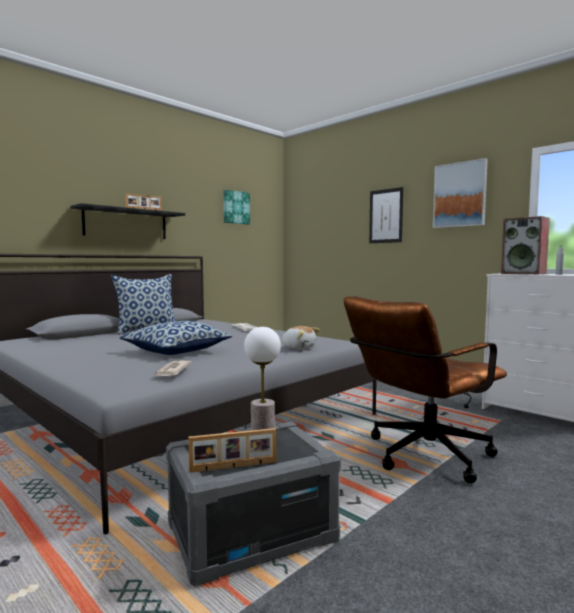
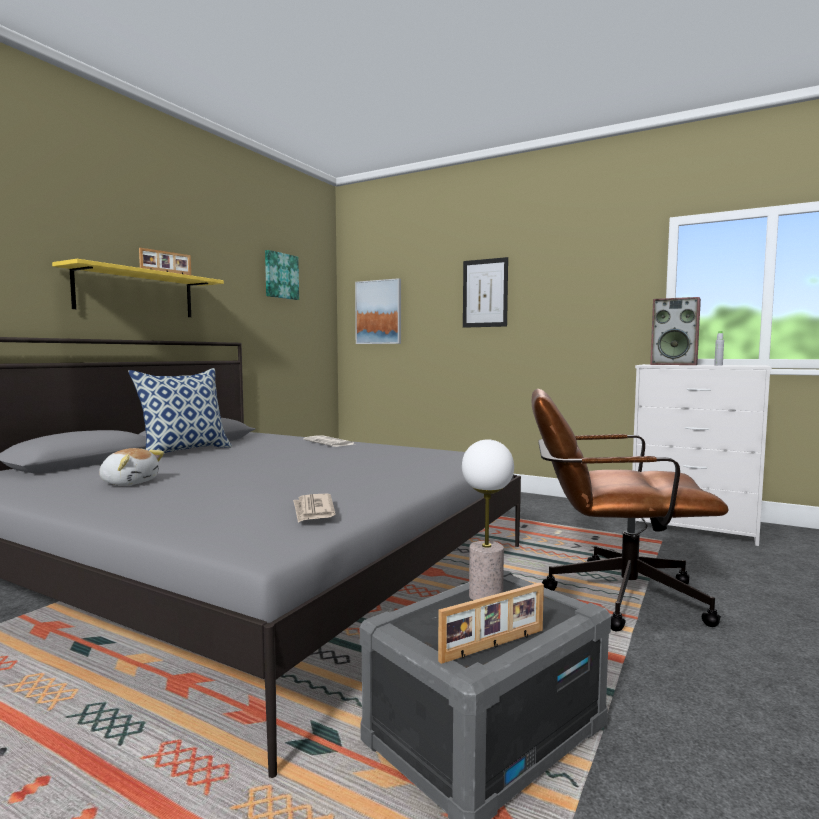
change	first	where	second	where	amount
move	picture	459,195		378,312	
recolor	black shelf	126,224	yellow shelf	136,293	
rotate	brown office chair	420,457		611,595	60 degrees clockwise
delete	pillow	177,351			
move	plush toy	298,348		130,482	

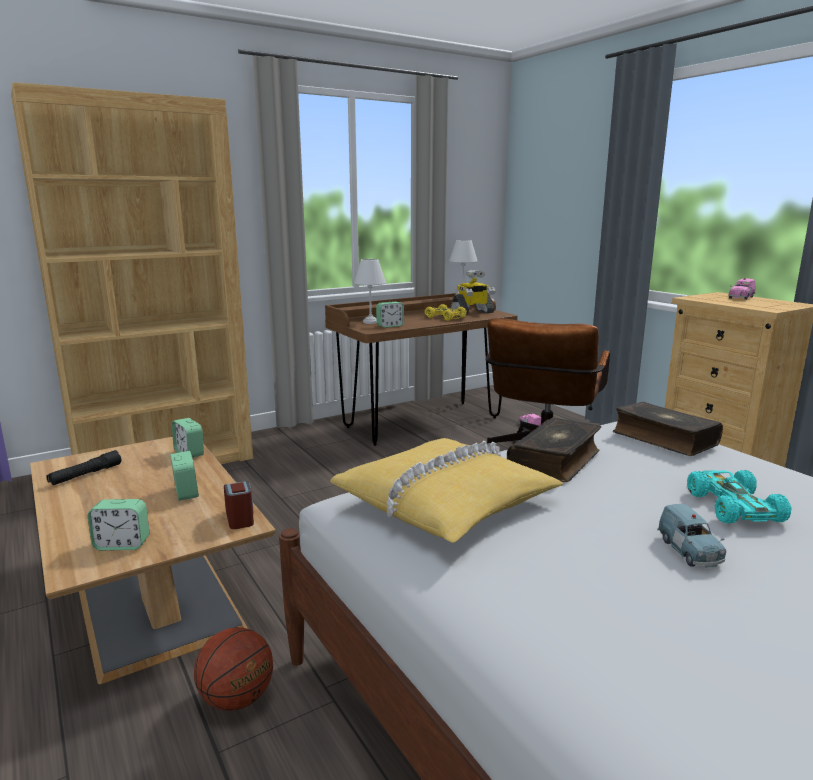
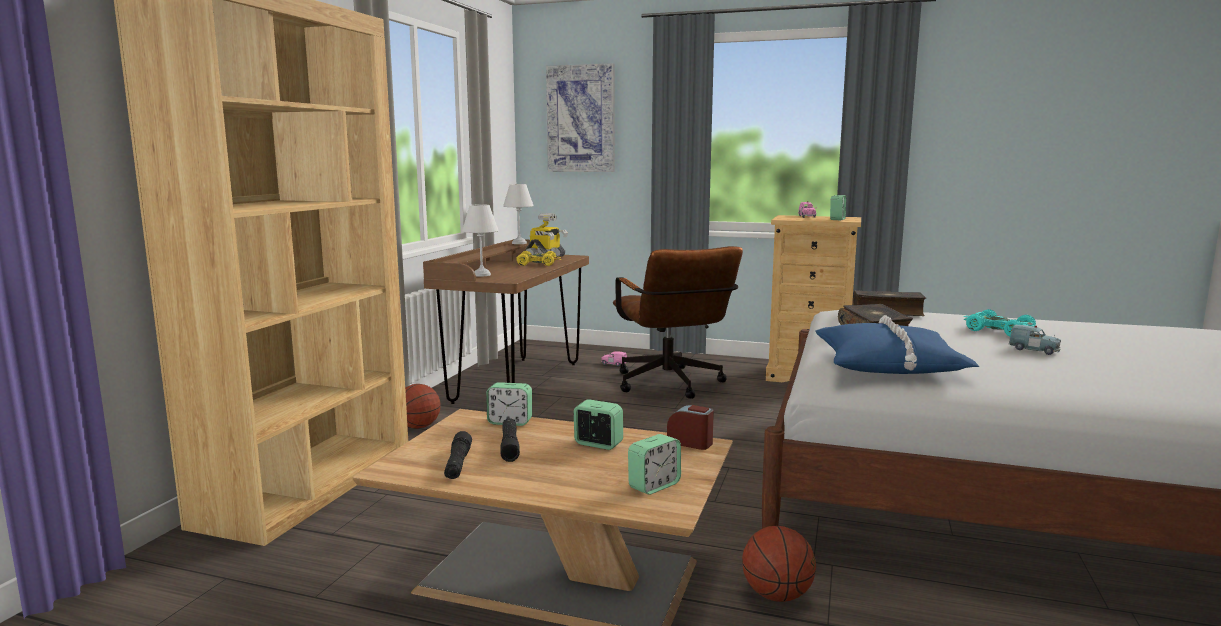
change	first	where	second	where	amount
move	alarm clock	390,326		837,219	
recolor	yellow pillow	445,503	blue pillow	888,364	
insert			picture	581,119	
insert			basketball	419,427	
insert			black flashlight	509,446	

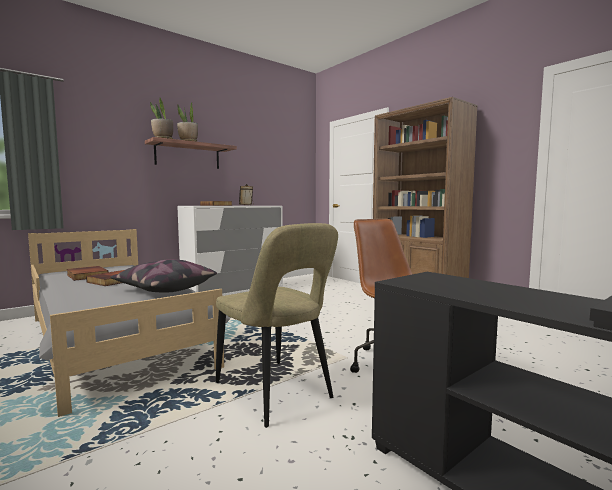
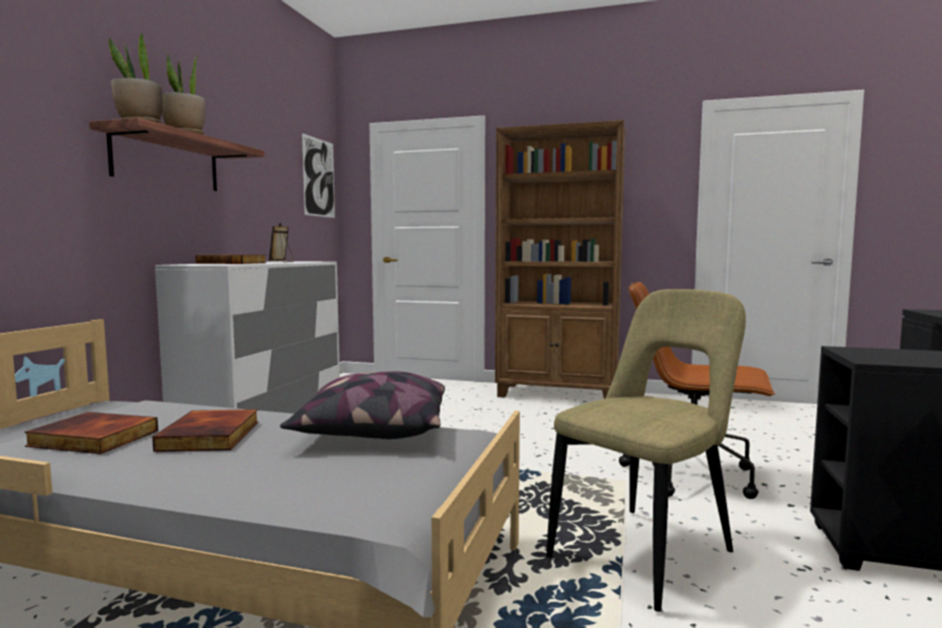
change	first	where	second	where	amount
rotate	beige chair	276,393		647,551	60 degrees counterclockwise
insert			picture	319,177	

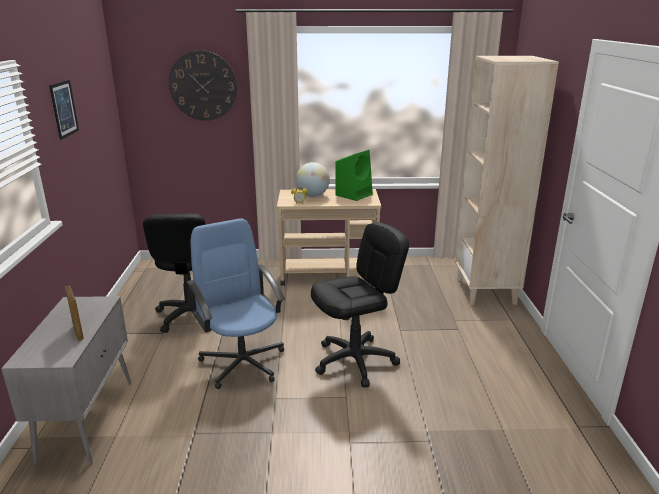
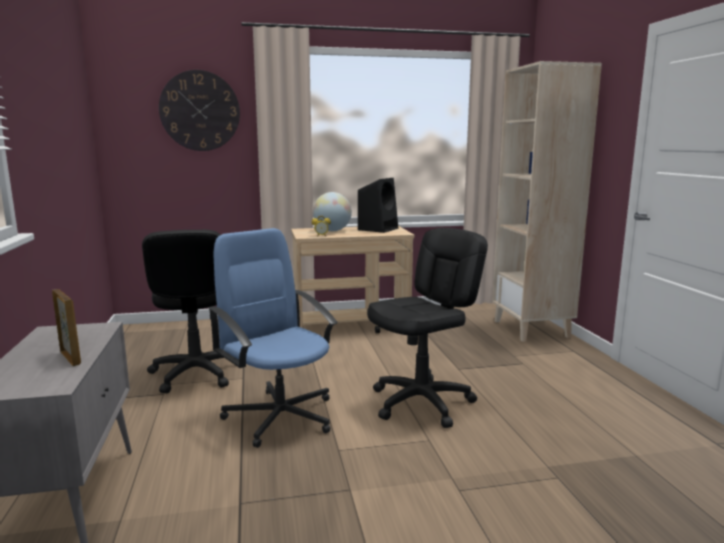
change	first	where	second	where	amount
delete	picture	64,109			
recolor	green speaker	354,194	black speaker	378,229	

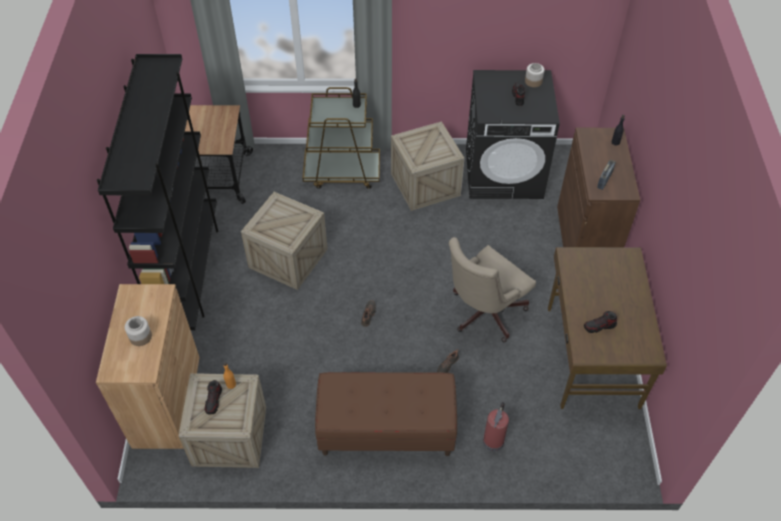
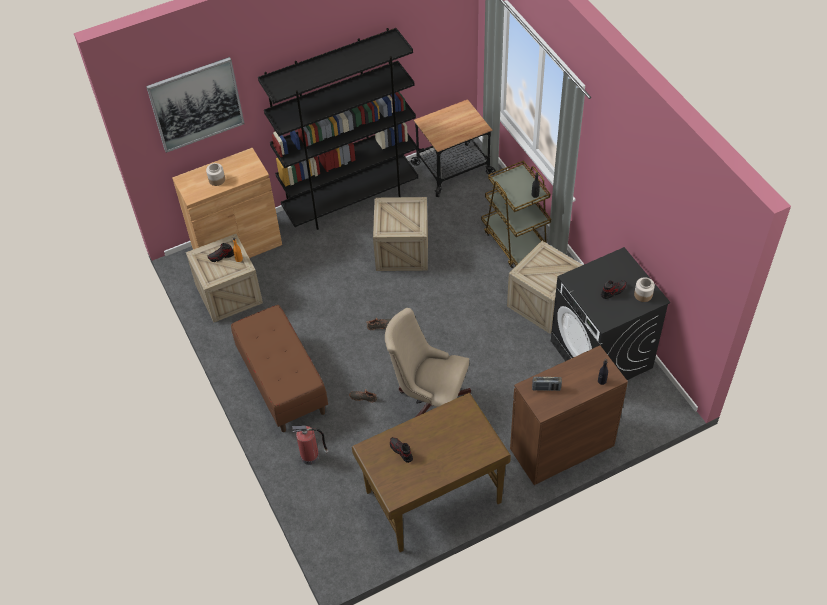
change	first	where	second	where	amount
insert			picture	196,104	

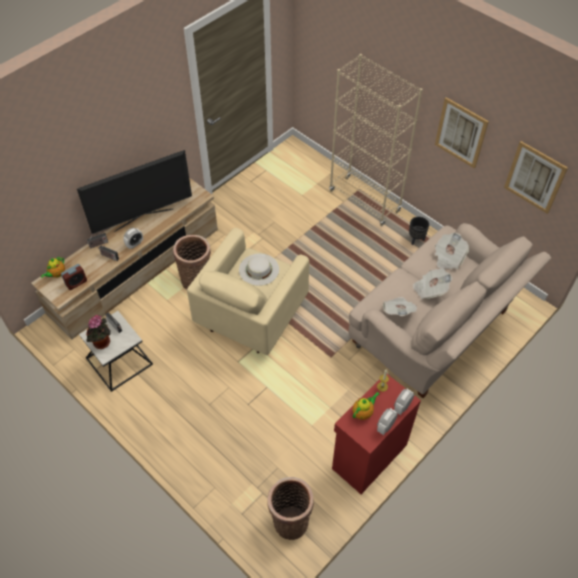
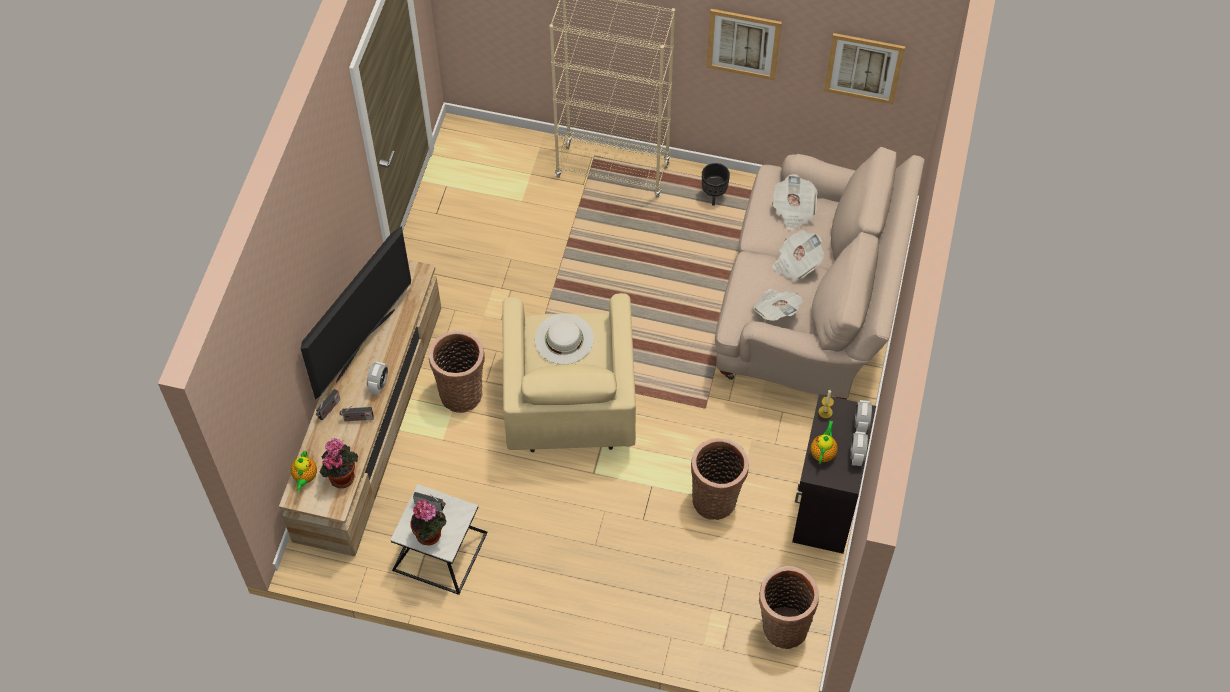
change	first	where	second	where	amount
replace	alarm clock	76,283	potted plant	341,475	
recolor	red cabinet	368,456	black cabinet	824,505	
insert			basket	716,497	

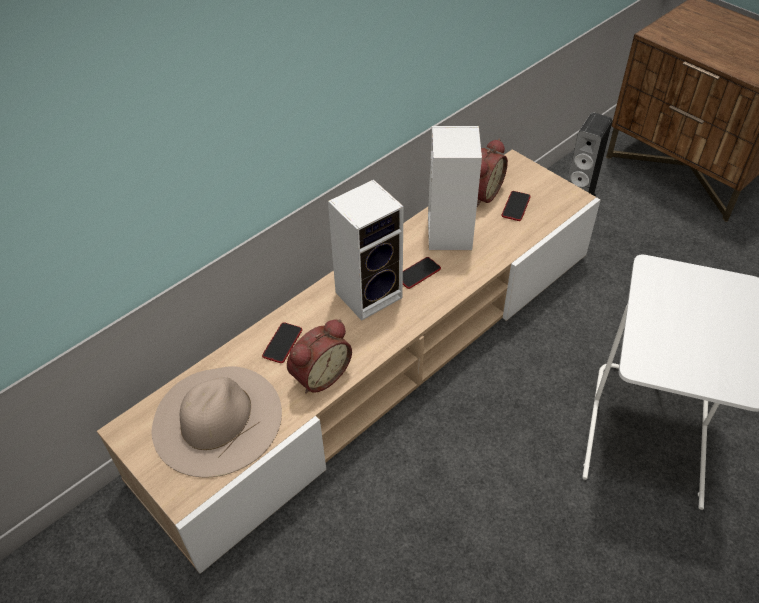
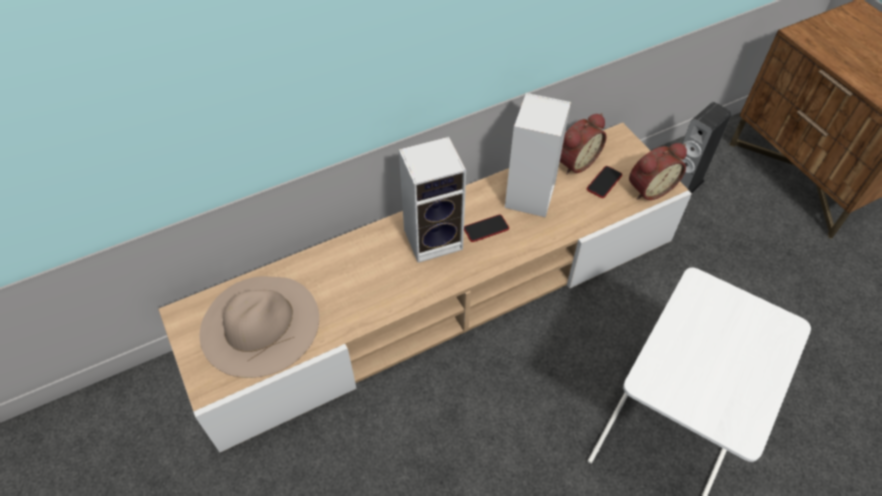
change	first	where	second	where	amount
move	alarm clock	319,374		649,188	
delete	phone	282,343			

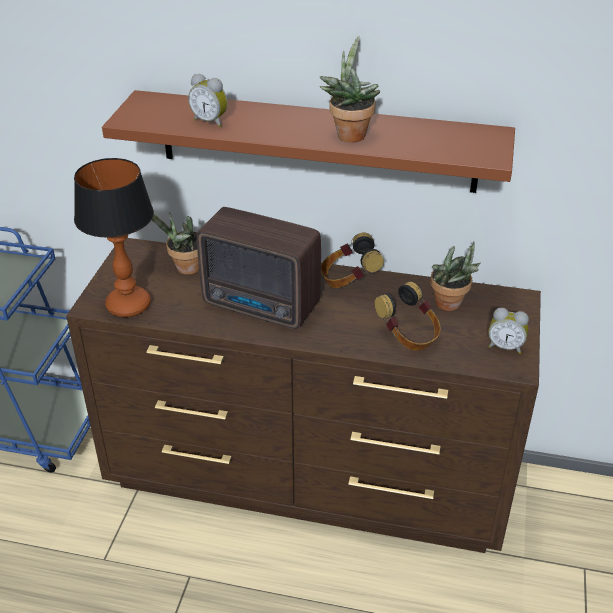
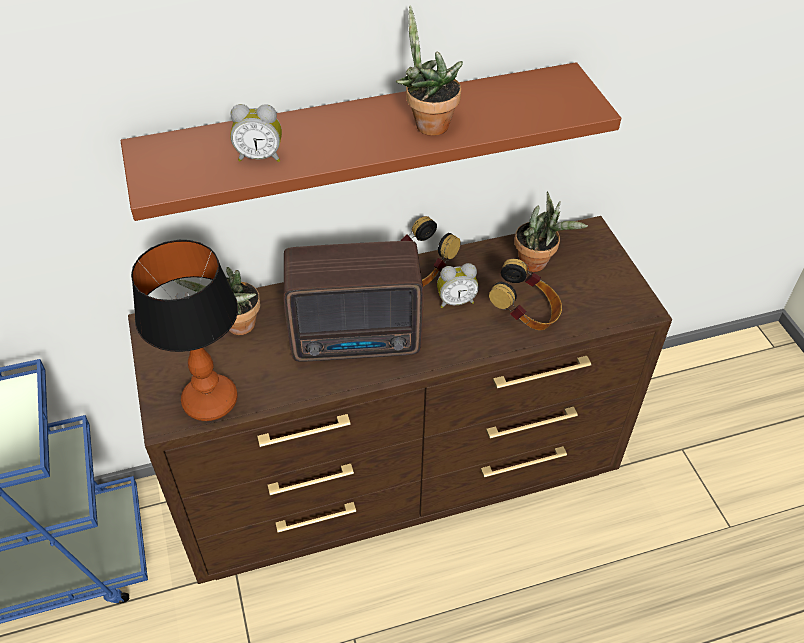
change	first	where	second	where	amount
move	alarm clock	505,347		455,301	

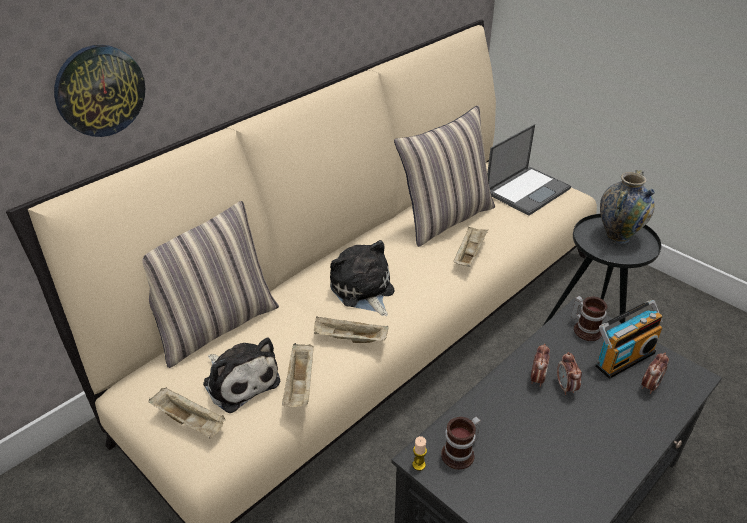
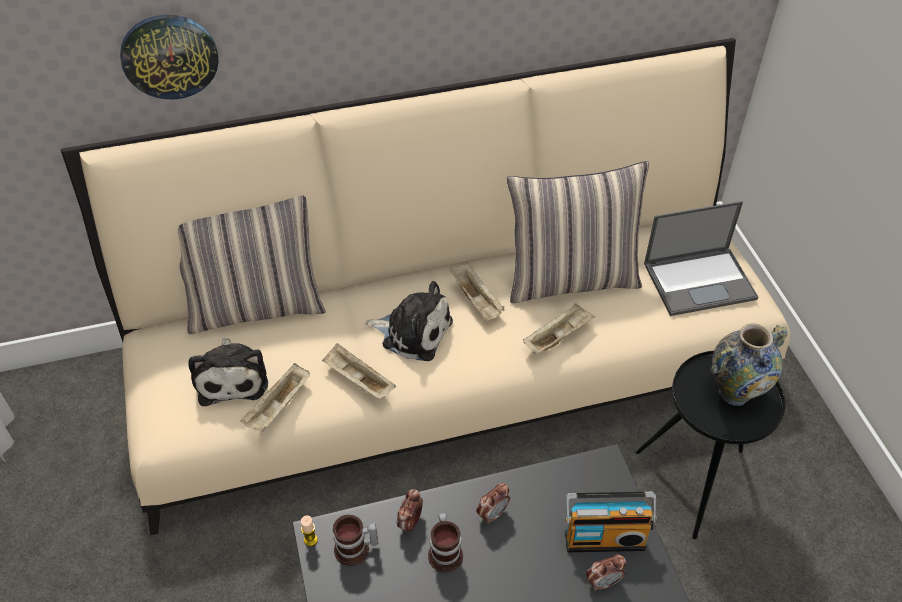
change	first	where	second	where	amount
rotate	plush toy	363,290		413,331	105 degrees clockwise
move	mug	586,329		446,552	
move	alarm clock	566,387		410,522	
move	beige tray	190,421		477,300	

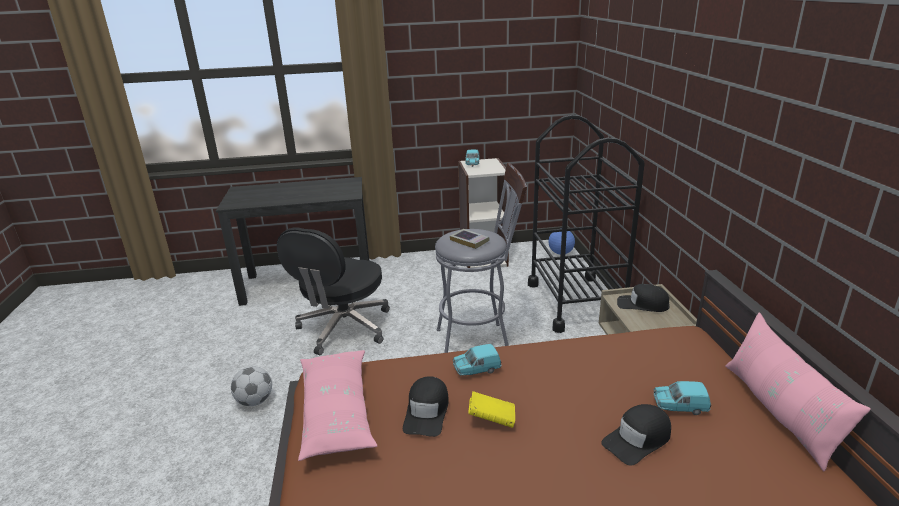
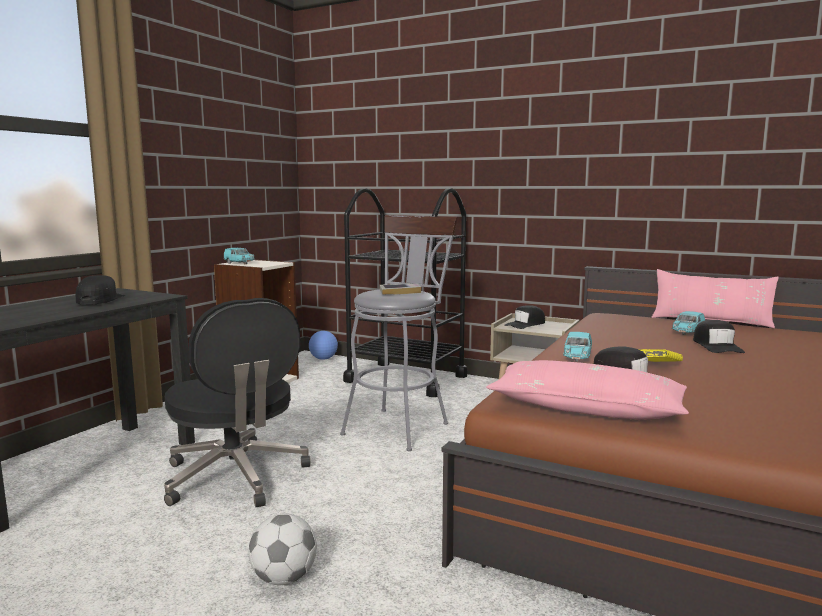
change	first	where	second	where	amount
insert			black cap	100,300	

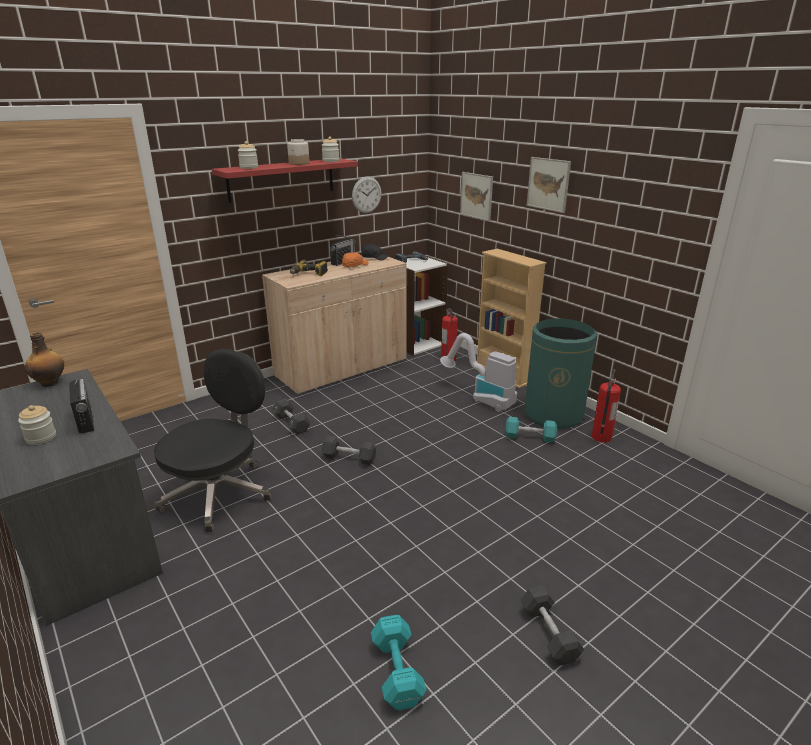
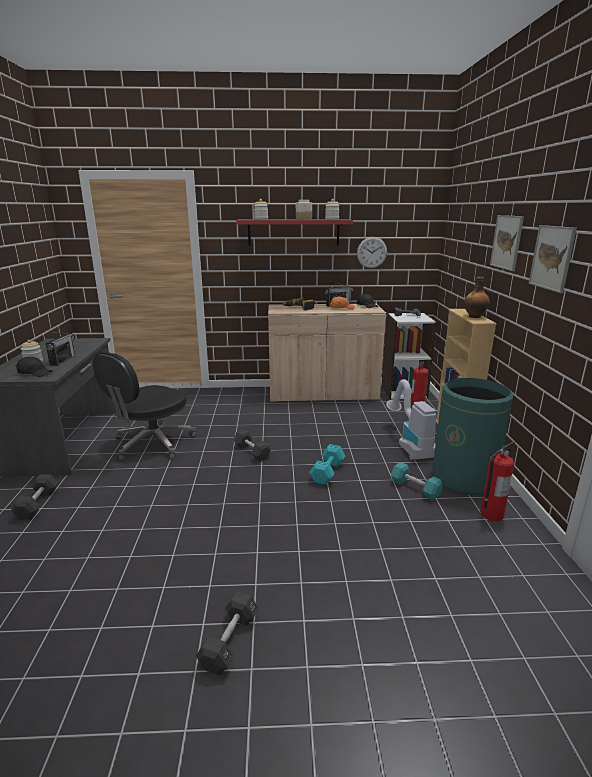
change	first	where	second	where	amount
move	picture	476,196		552,258	
move	bottle	50,382		474,316	
rotate	black office chair	220,493		152,444	150 degrees clockwise
move	black dumbbell	291,423		37,504	
move	turquoise dumbbell	397,673		326,473	
insert			black cap	35,373	

